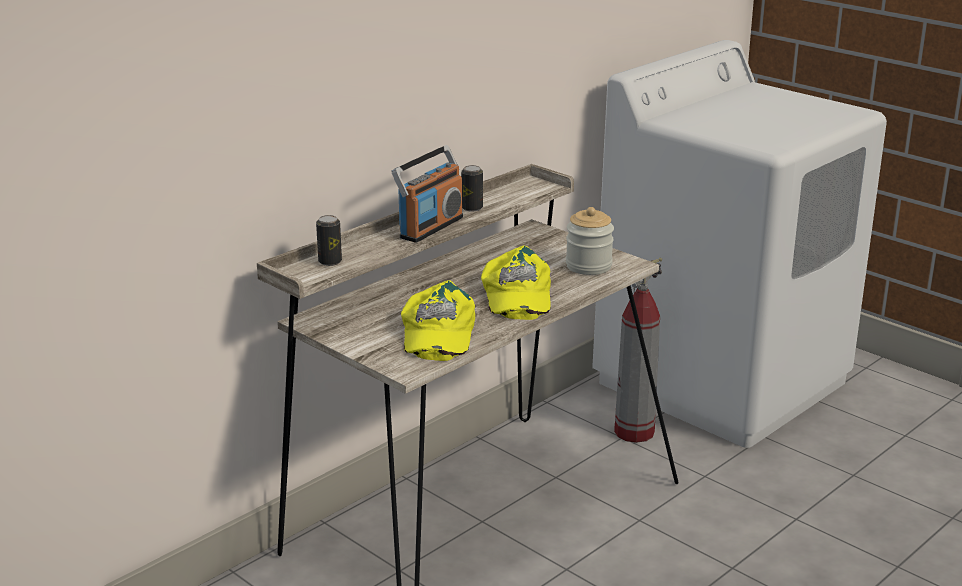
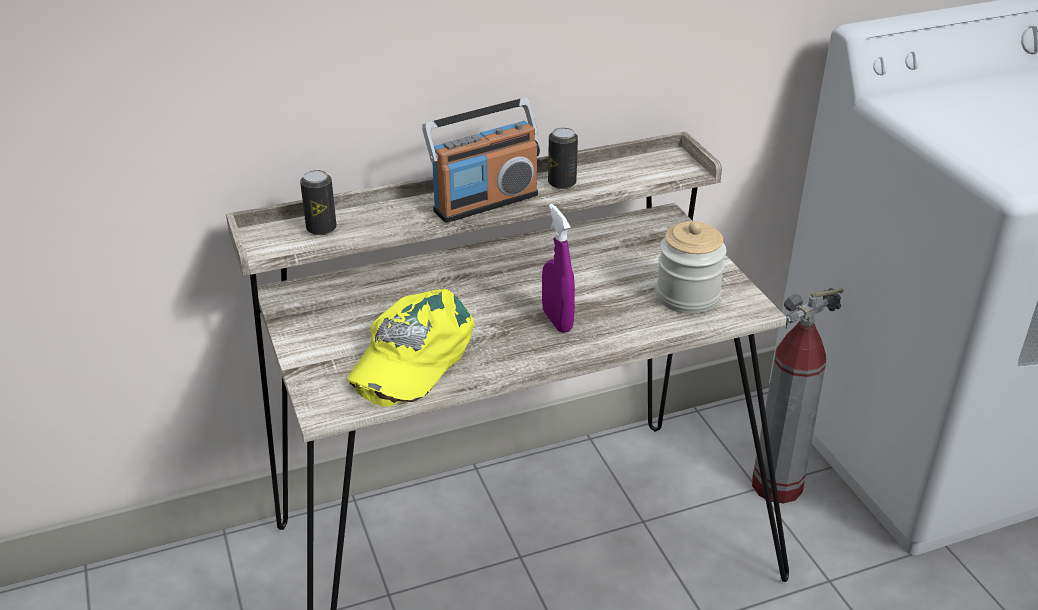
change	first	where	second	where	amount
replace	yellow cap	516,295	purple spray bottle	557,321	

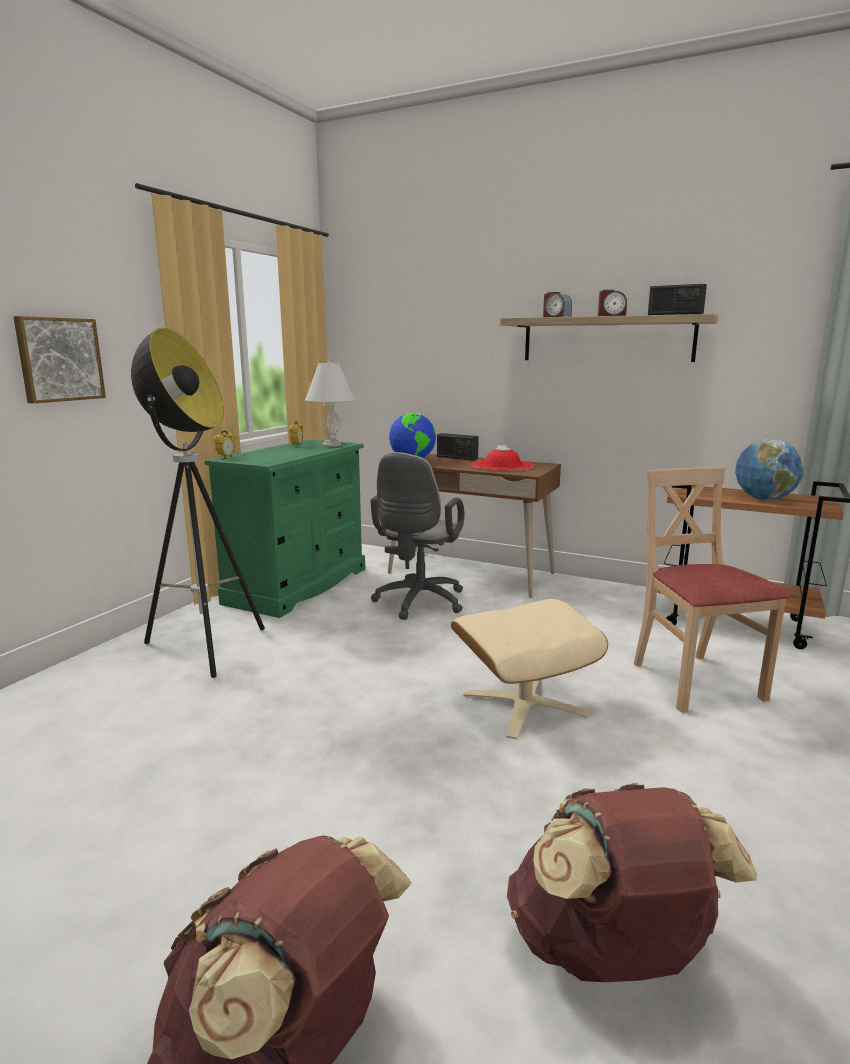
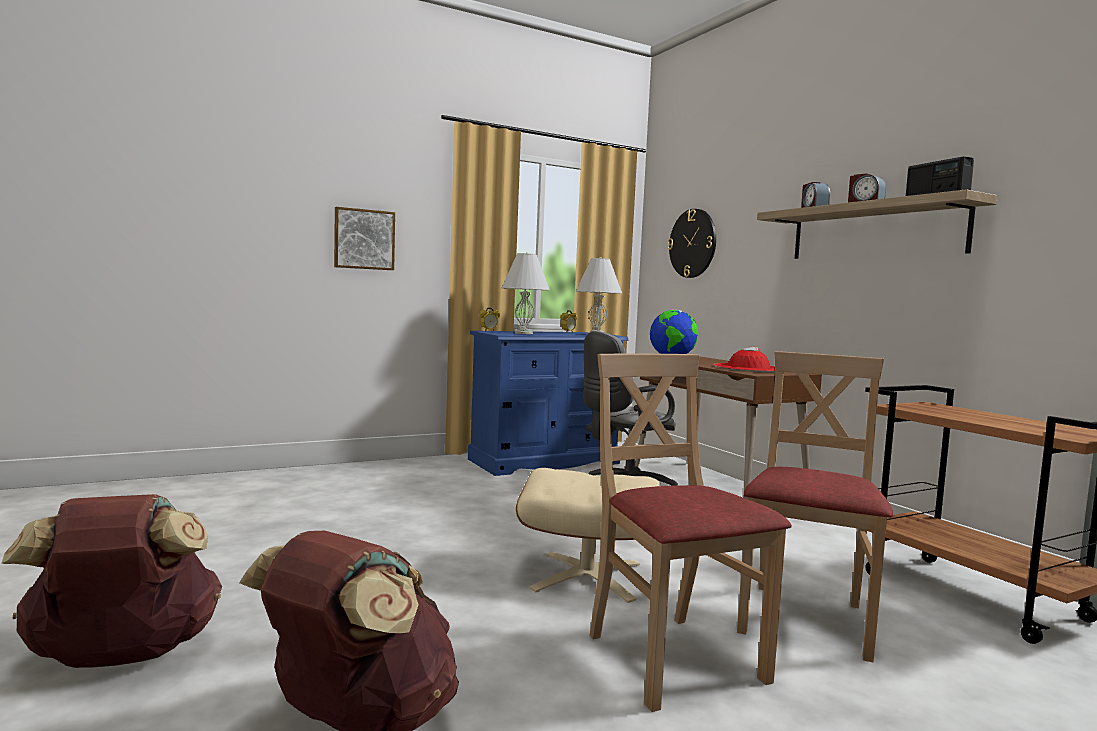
change	first	where	second	where	amount
delete	floor lamp	204,648			
delete	radio	457,458			
delete	globe	764,499			
recolor	green dresser	298,585	blue dresser	544,461	
insert			wall clock	692,243	
insert			white table lamp	524,333	
insert			beige chair	673,659	

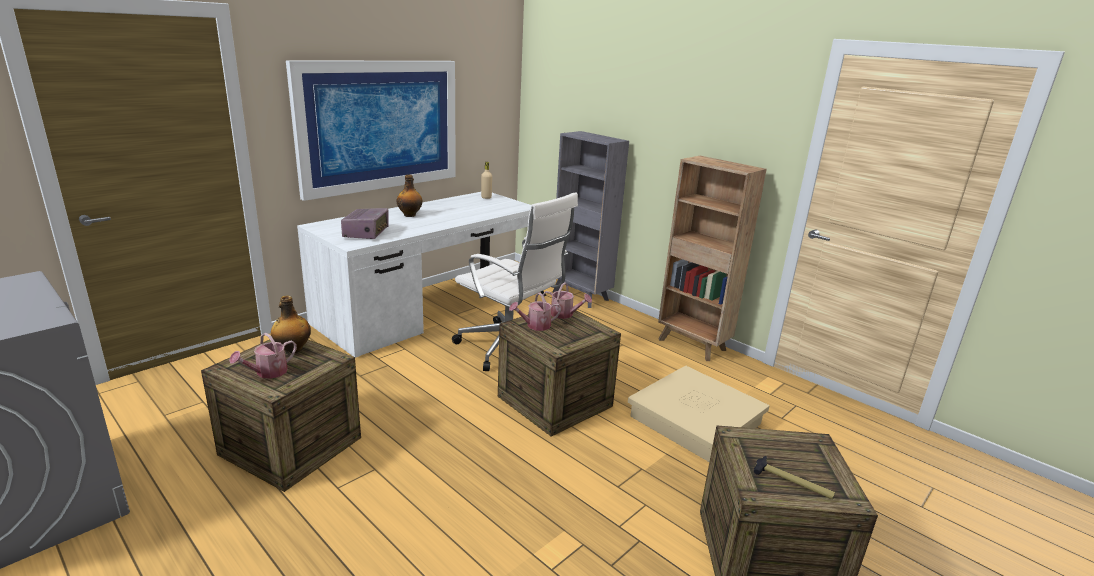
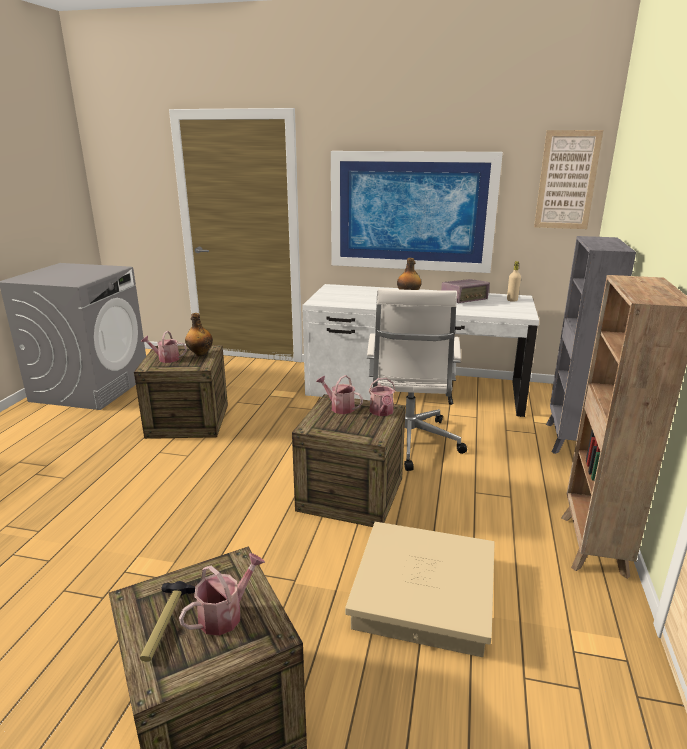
change	first	where	second	where	amount
move	radio	366,233		464,299	
insert			picture	567,180	
insert			watering can	225,614	

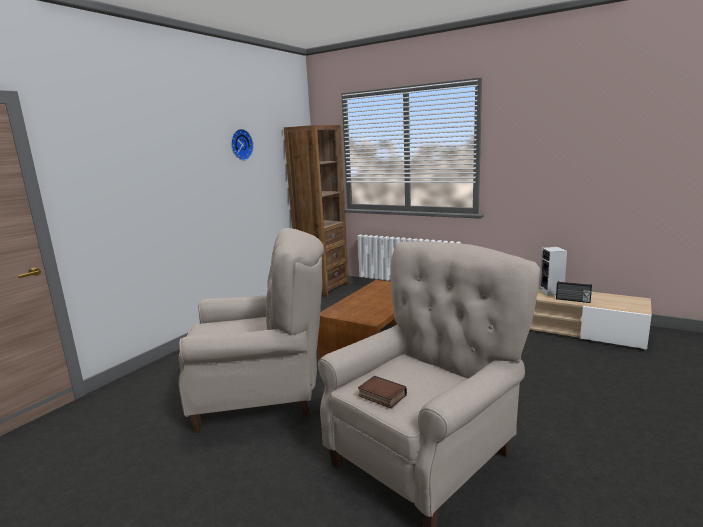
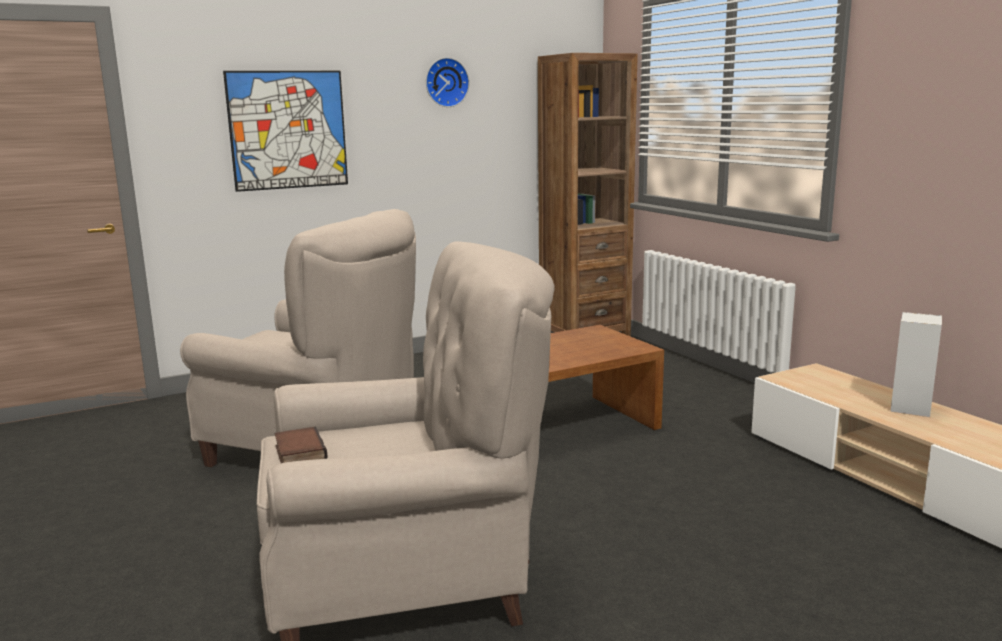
change	first	where	second	where	amount
delete	radio	572,300			
insert			picture	288,130	

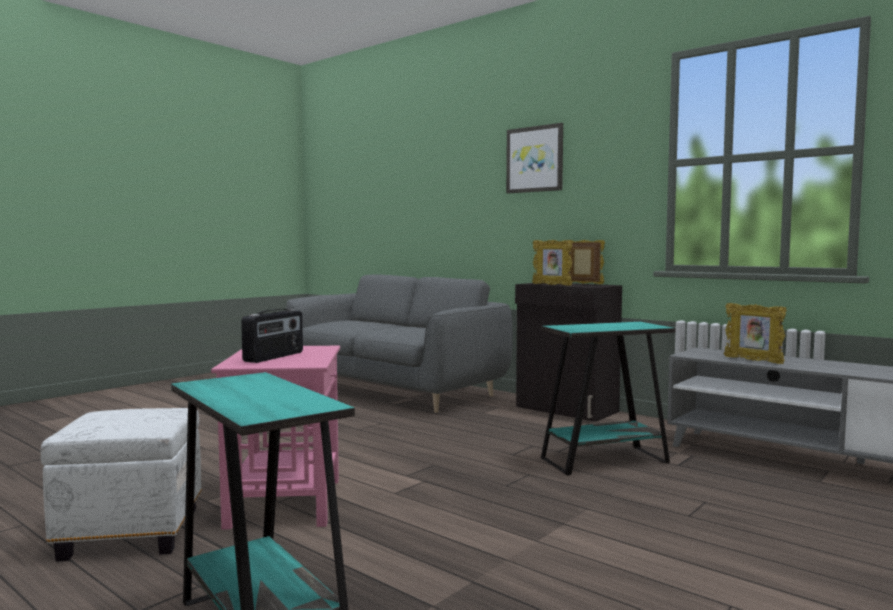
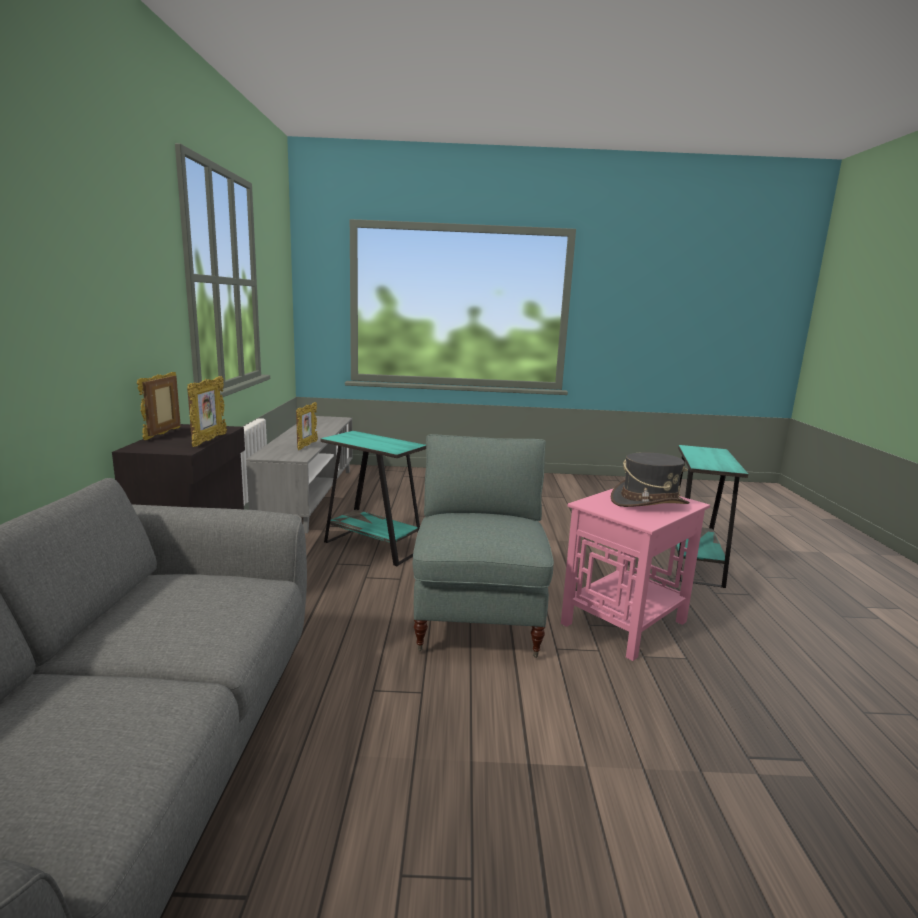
change	first	where	second	where	amount
delete	picture	535,159			
replace	radio	274,357	grey hat	649,502	
delete	white ottoman	132,533			
insert			grey armchair	478,618	

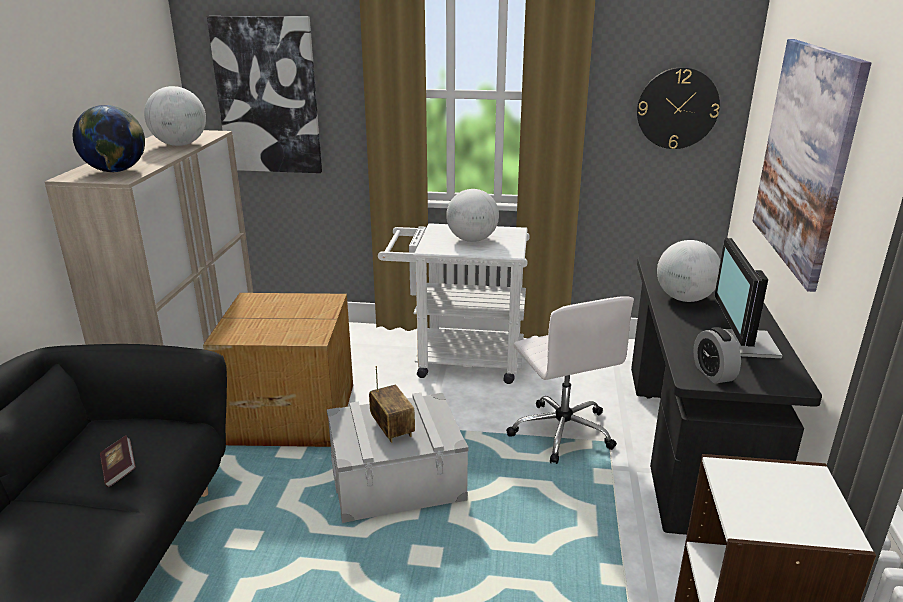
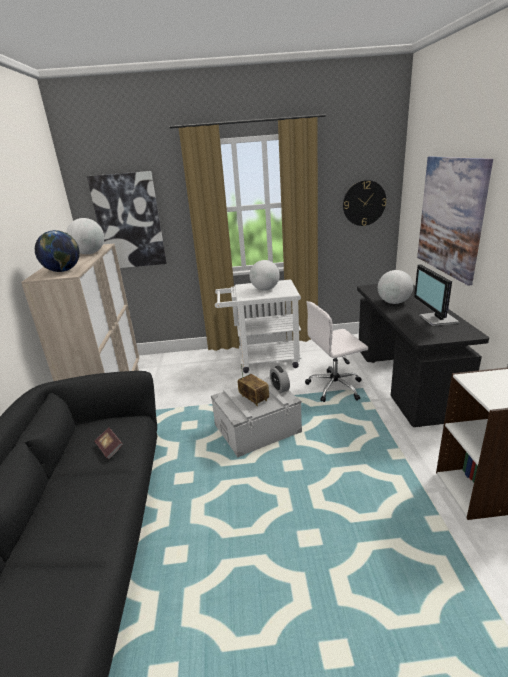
change	first	where	second	where	amount
delete	cardboard box	289,412			
rotate	white office chair	562,431		335,387	105 degrees clockwise
move	alarm clock	713,374		280,388	

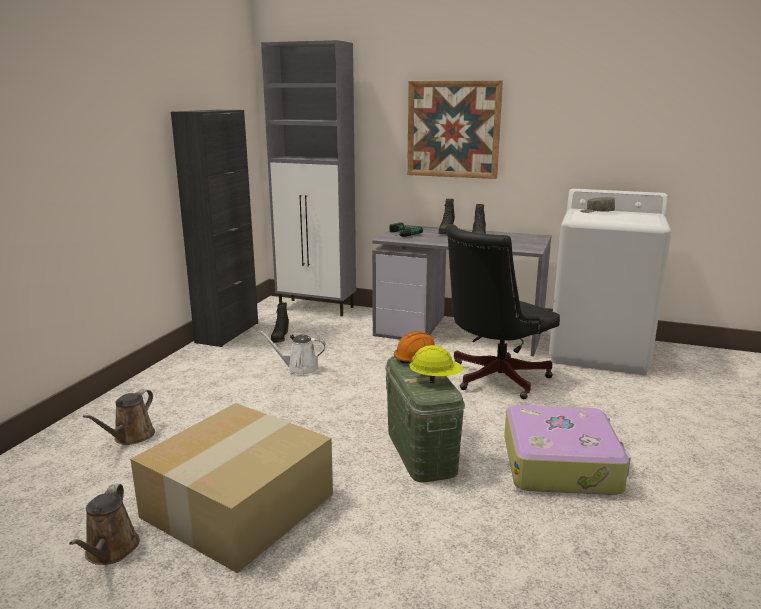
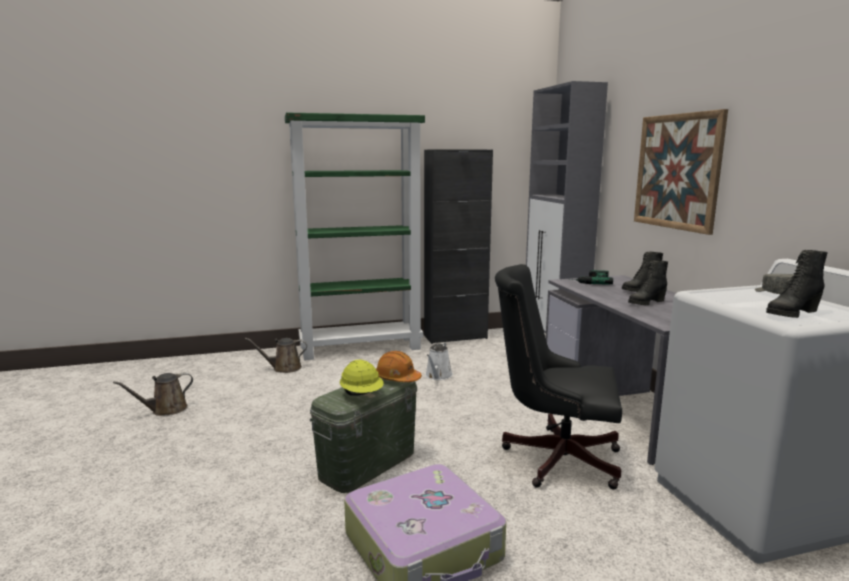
change	first	where	second	where	amount
move	black boot	280,338		791,313	
rotate	white watering can	299,369		438,376	135 degrees counterclockwise
delete	cardboard box	238,503			
insert			green bookcase	361,347	

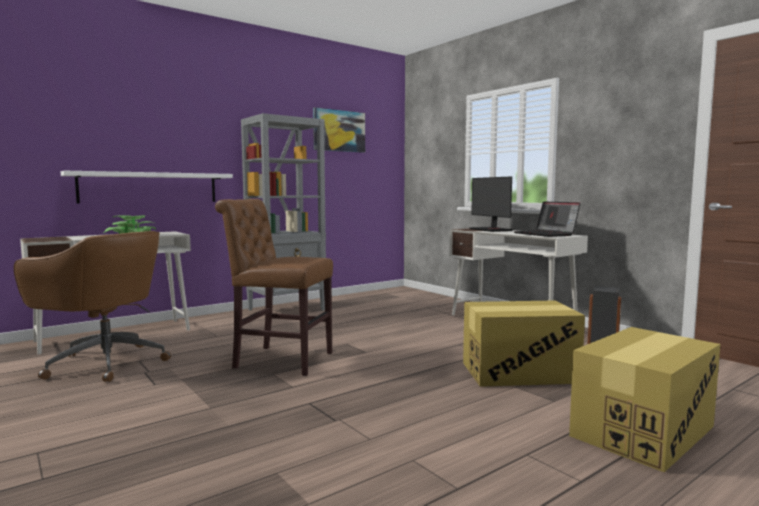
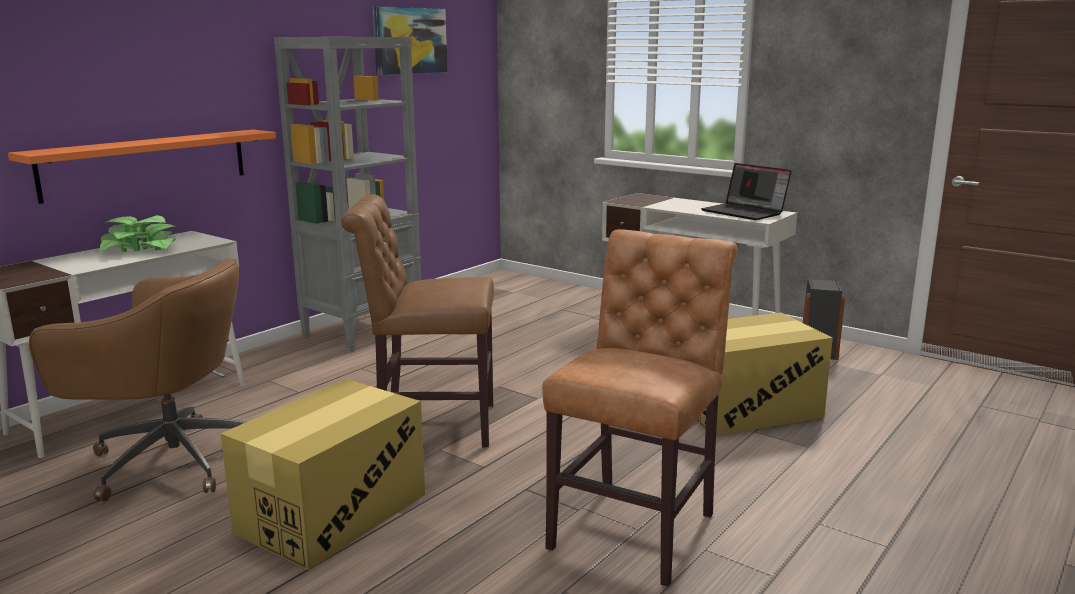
change	first	where	second	where	amount
recolor	white shelf	150,187	orange shelf	147,164	
delete	monitor	491,230			
move	cardboard box	643,431		333,513	
insert			brown chair	637,527	

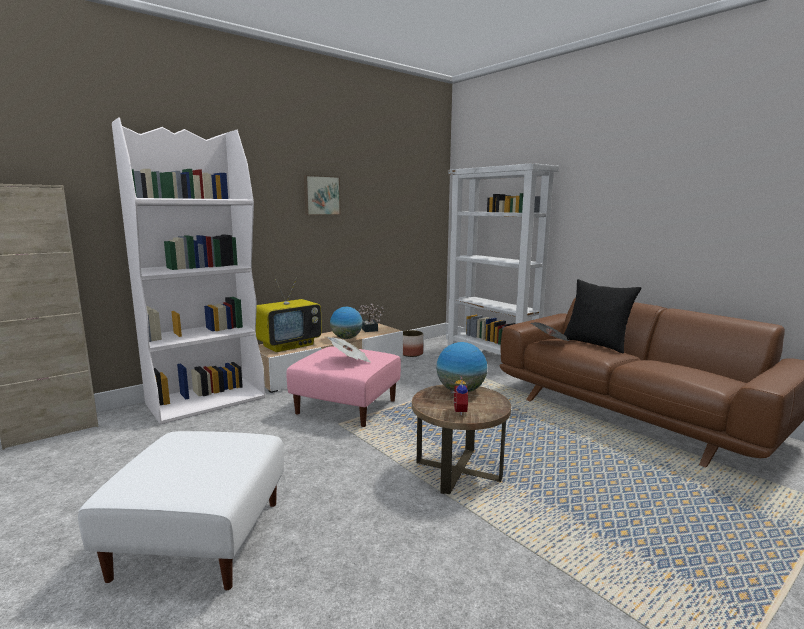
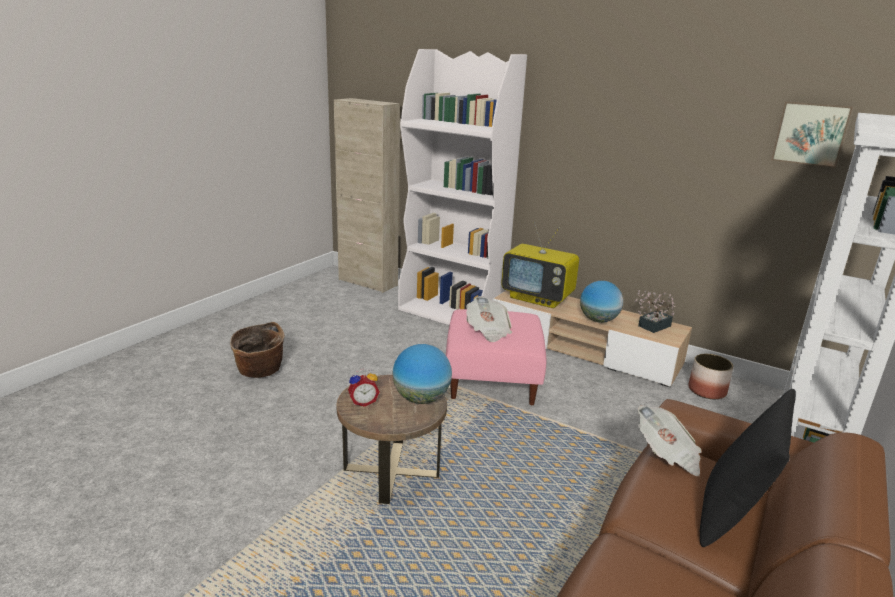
change	first	where	second	where	amount
move	picture	321,195		810,134	
replace	white ottoman	201,538	basket	260,372	

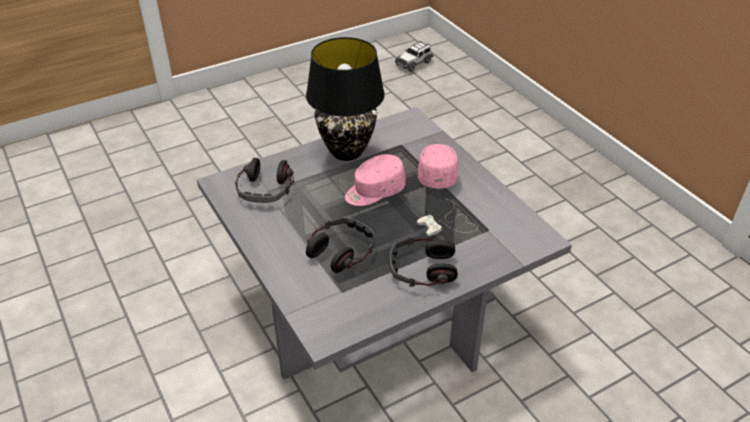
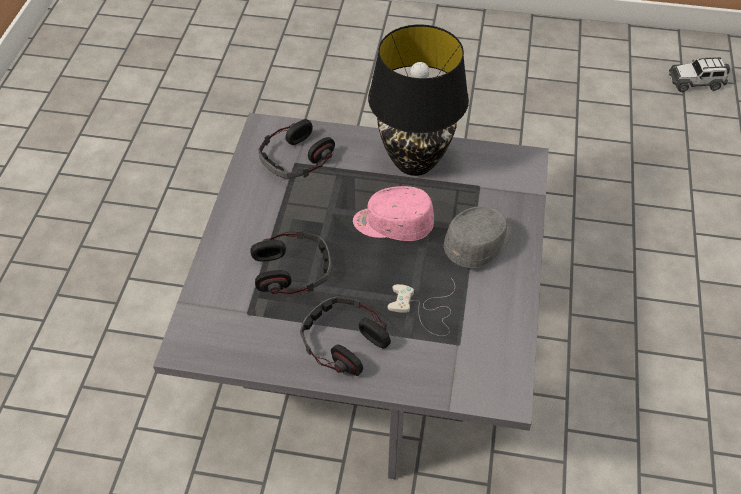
change	first	where	second	where	amount
recolor	pink cap	437,173	grey cap	479,244	

